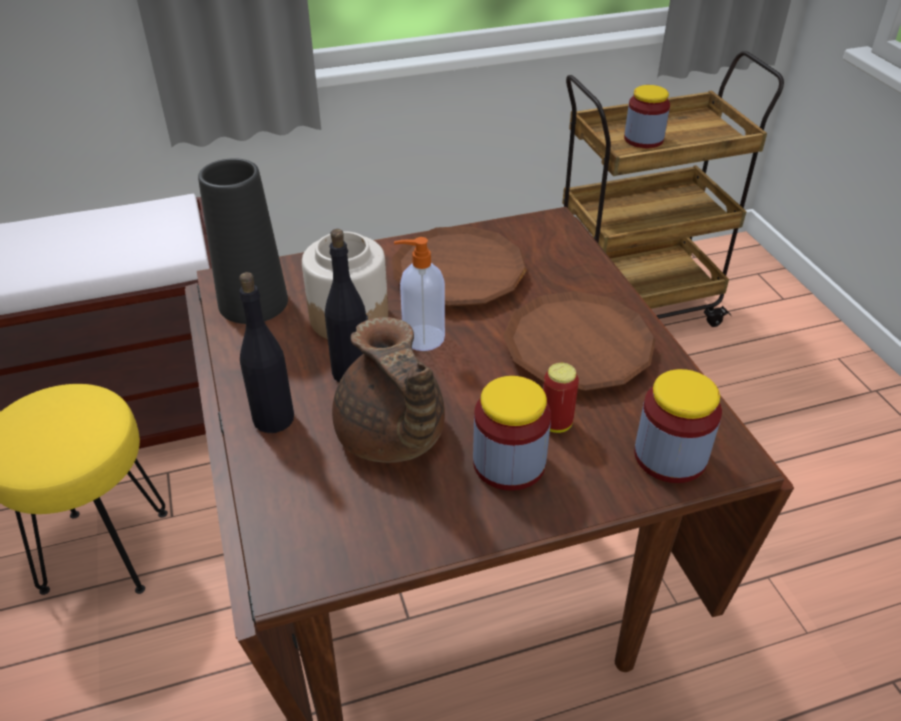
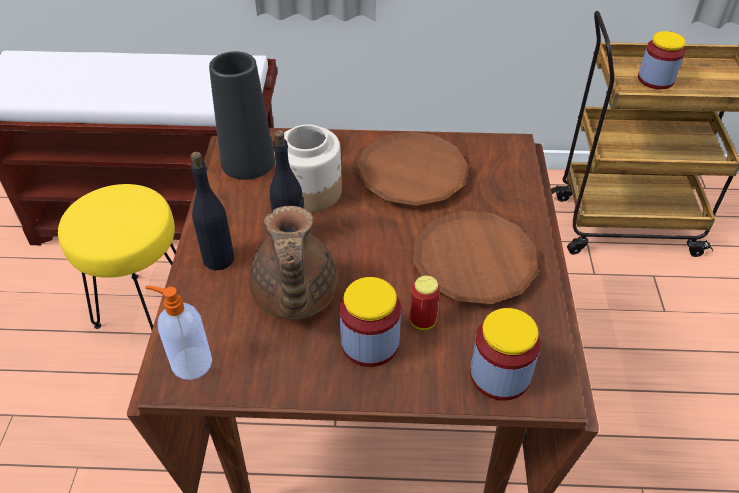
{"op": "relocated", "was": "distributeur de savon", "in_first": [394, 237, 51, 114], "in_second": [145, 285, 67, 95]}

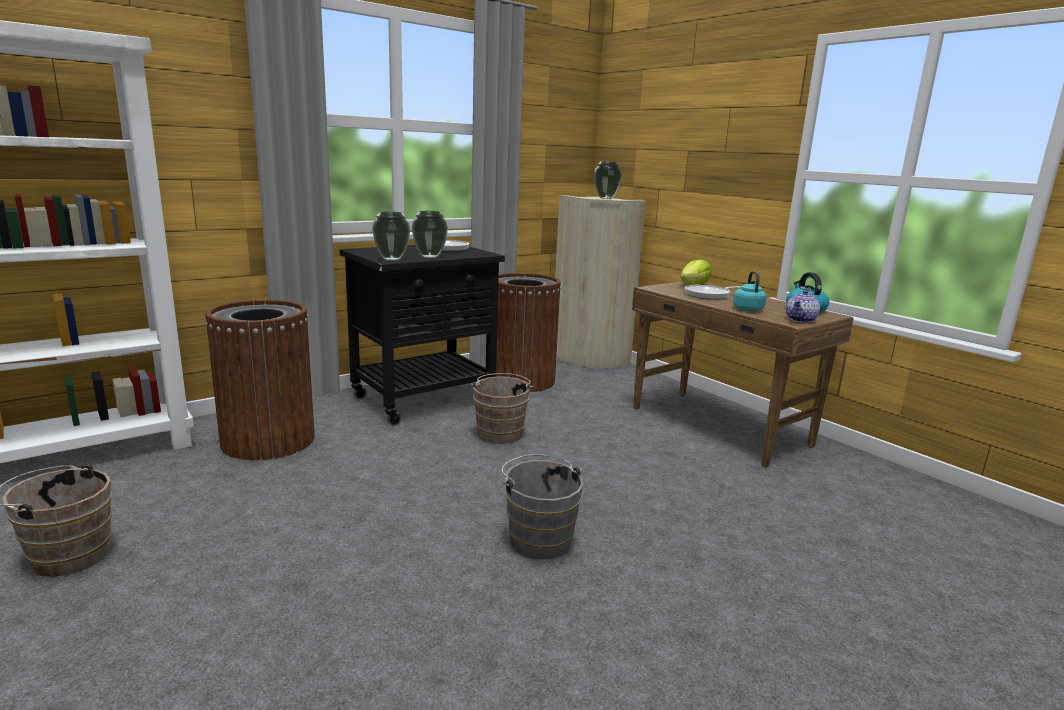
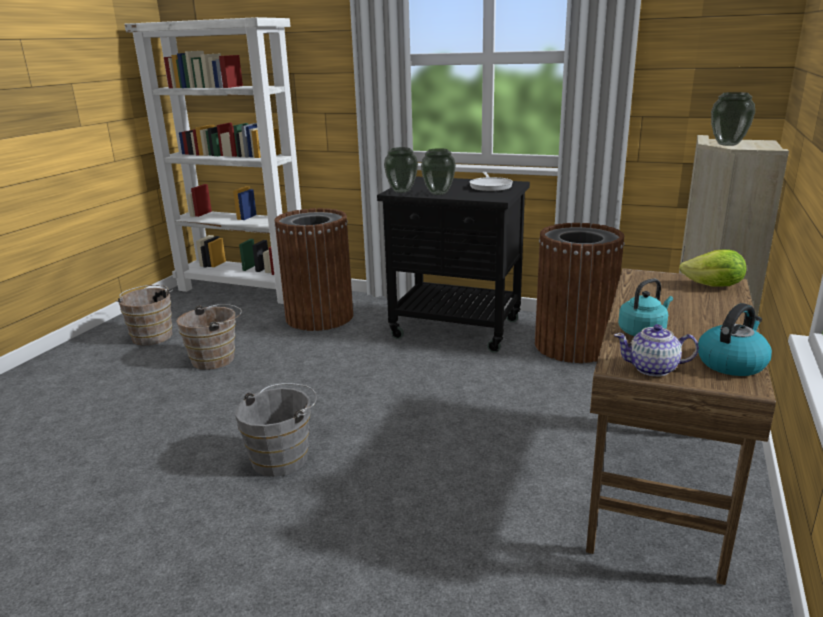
{"op": "missing", "was": "poêle", "in_first": [685, 285, 56, 15]}
{"op": "relocated", "was": "seau/marron", "in_first": [471, 373, 63, 71], "in_second": [176, 304, 66, 66]}

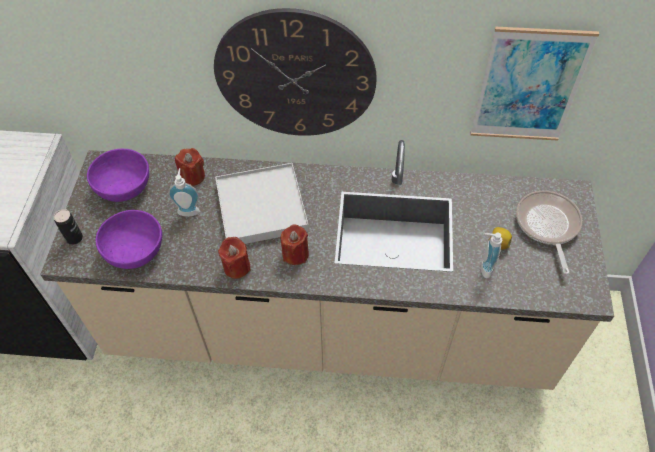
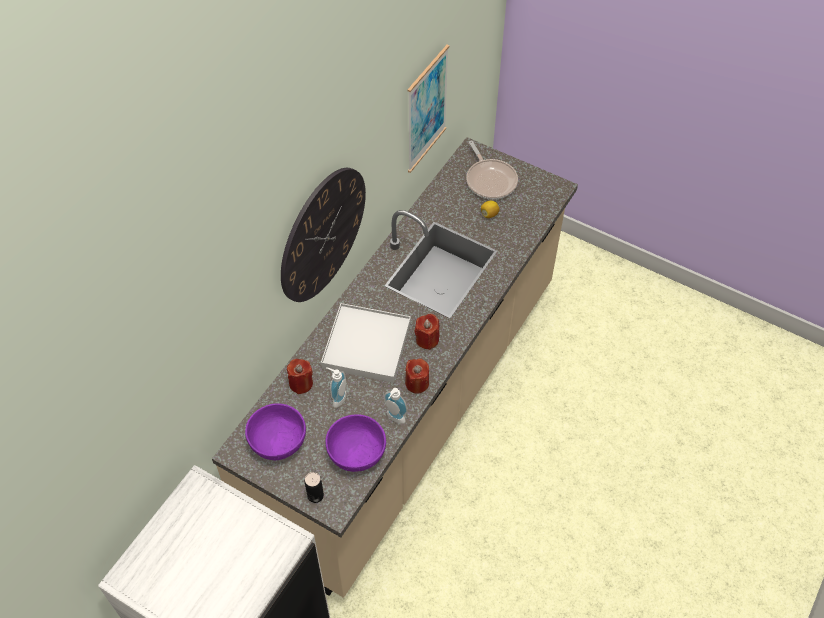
{"op": "spun", "was": "poêle", "in_first": [516, 191, 66, 83], "in_second": [466, 141, 52, 58], "clockwise": -135}
{"op": "relocated", "was": "distributeur de savon", "in_first": [481, 233, 21, 45], "in_second": [384, 388, 23, 36]}

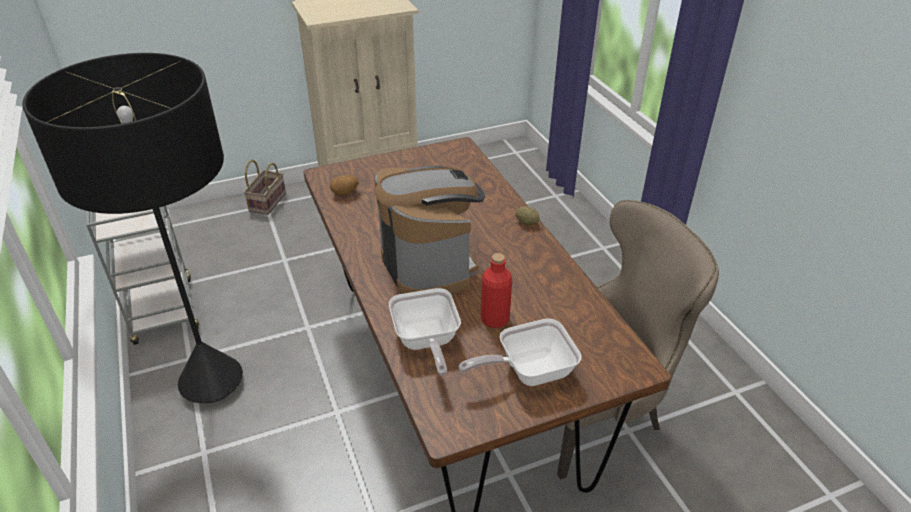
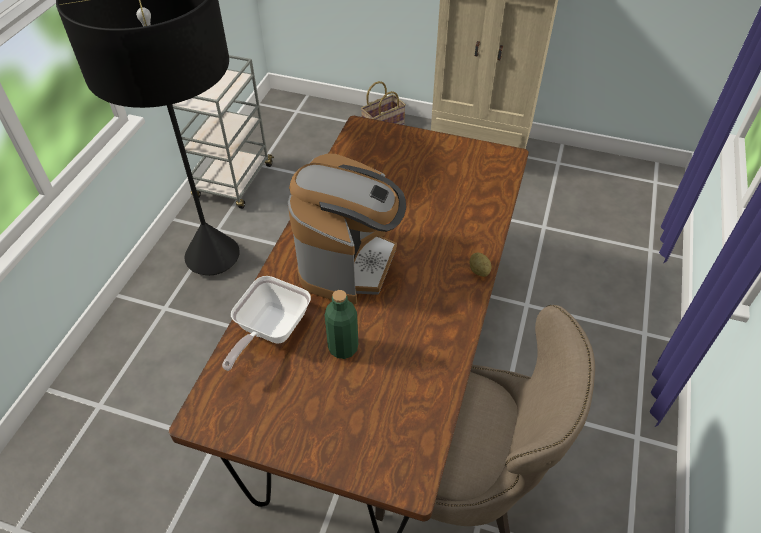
{"op": "missing", "was": "pomme de terre", "in_first": [330, 175, 29, 20]}
{"op": "colour", "was": "bouteille/rouge", "now": "bouteille/vert", "in_first": [481, 253, 31, 75], "in_second": [325, 290, 33, 69]}
{"op": "missing", "was": "poêle", "in_first": [459, 318, 123, 68]}

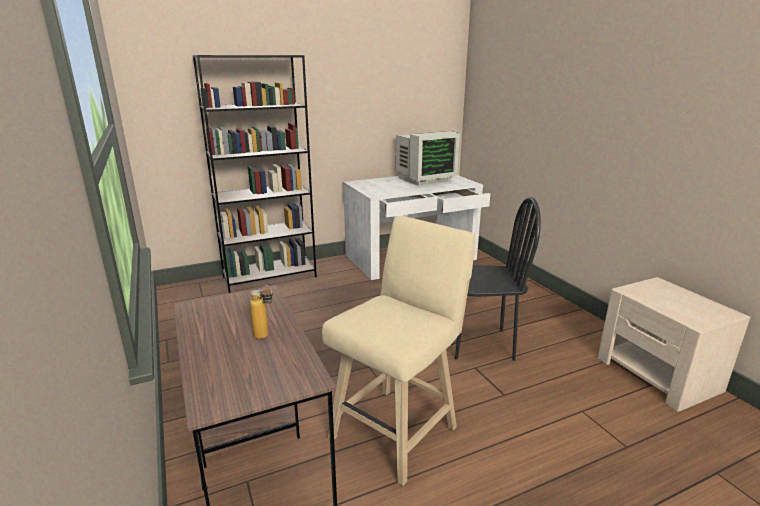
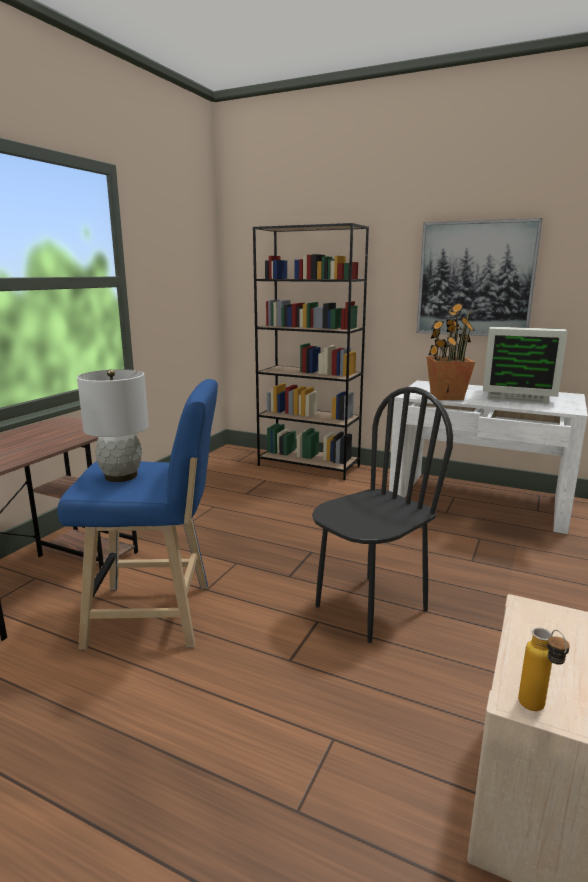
{"op": "spun", "was": "chaise/noir", "in_first": [455, 197, 86, 164], "in_second": [312, 387, 141, 256], "clockwise": -90}
{"op": "colour", "was": "tabouret/beige", "now": "tabouret/bleu", "in_first": [322, 216, 153, 270], "in_second": [57, 379, 161, 271]}
{"op": "relocated", "was": "bouteille", "in_first": [250, 285, 23, 54], "in_second": [518, 628, 52, 83]}
{"op": "appeared", "now": "tableau", "in_second": [416, 218, 127, 118]}
{"op": "appeared", "now": "plante en pot", "in_second": [426, 303, 50, 97]}
{"op": "appeared", "now": "lampe de table/blanc", "in_second": [77, 369, 72, 113]}

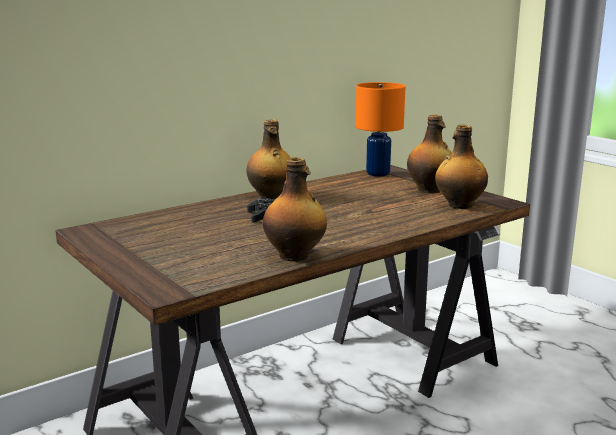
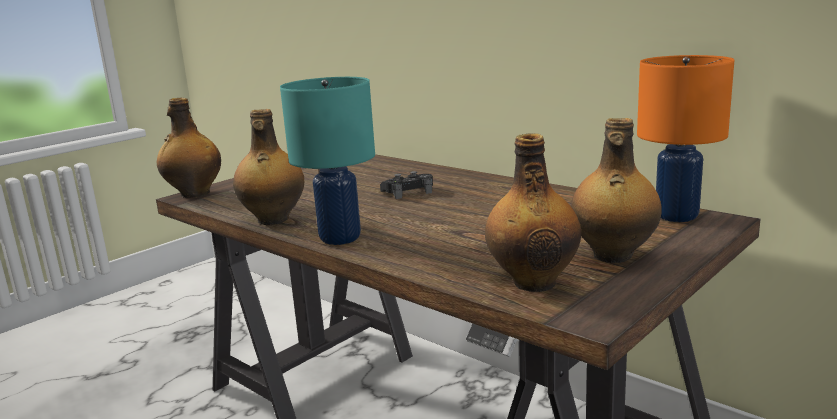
{"op": "relocated", "was": "bouteille", "in_first": [246, 120, 45, 79], "in_second": [157, 98, 64, 100]}
{"op": "appeared", "now": "lampe de table/turquoise", "in_second": [280, 77, 95, 168]}

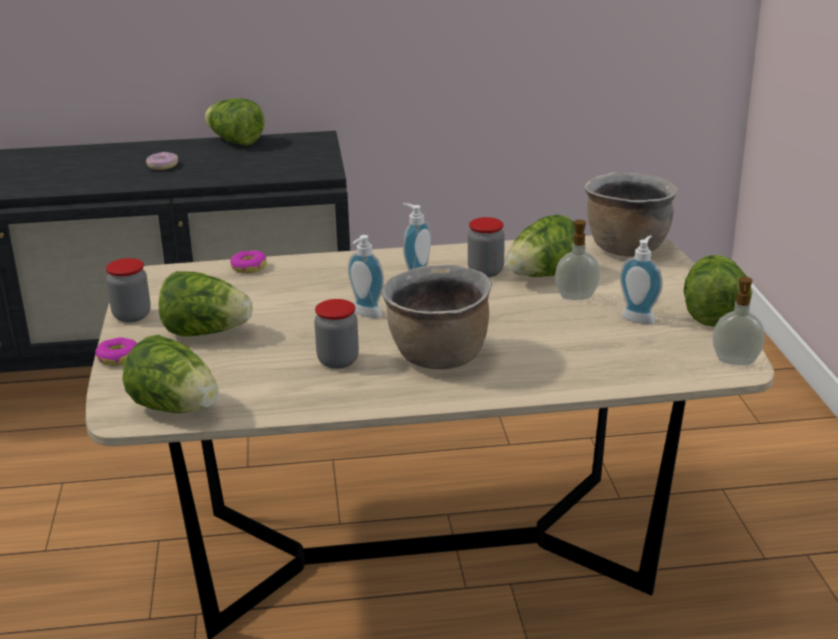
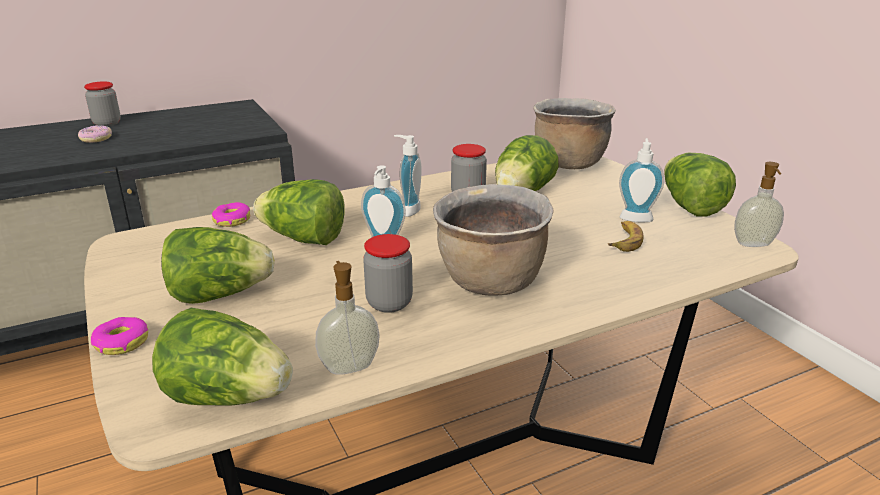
{"op": "relocated", "was": "laitue", "in_first": [204, 98, 60, 48], "in_second": [253, 179, 92, 66]}
{"op": "relocated", "was": "distributeur de savon", "in_first": [555, 219, 45, 81], "in_second": [315, 261, 65, 114]}
{"op": "relocated", "was": "bocal", "in_first": [106, 258, 45, 64], "in_second": [84, 81, 37, 45]}
{"op": "appeared", "now": "banane", "in_second": [608, 221, 35, 31]}

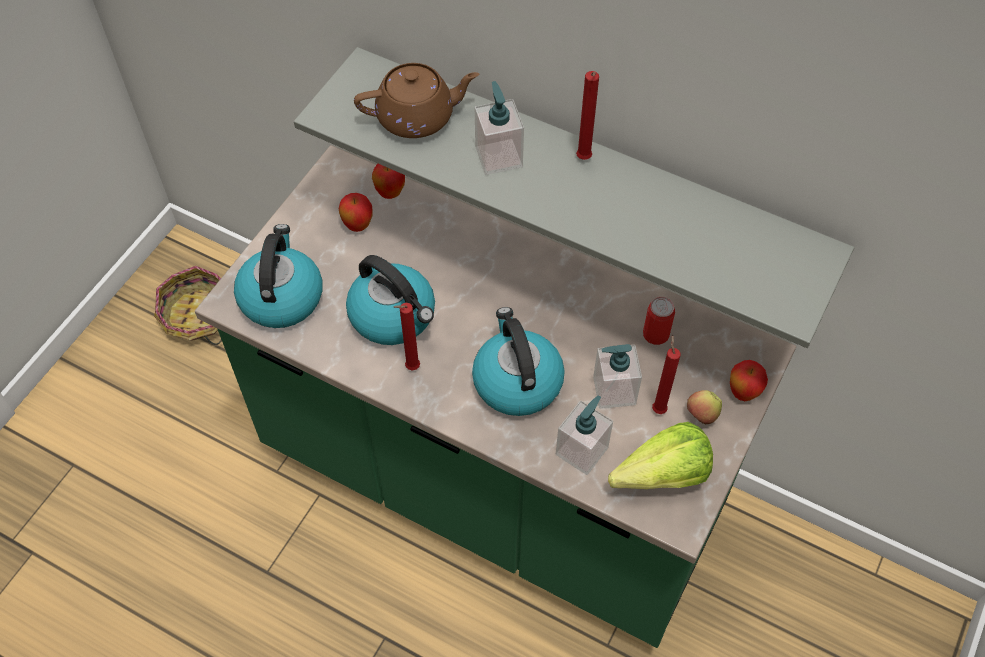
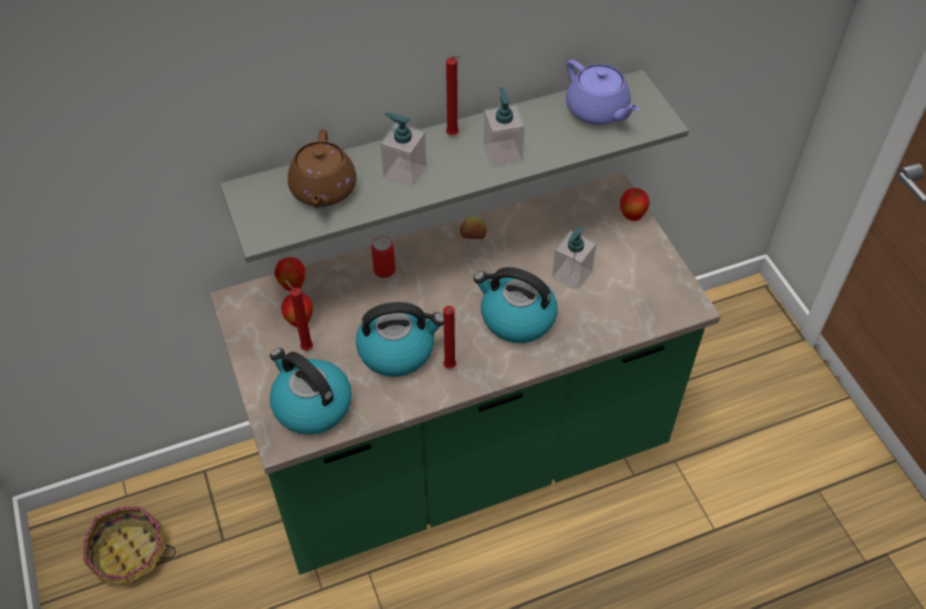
{"op": "spun", "was": "théière/marron", "in_first": [354, 63, 125, 75], "in_second": [288, 129, 68, 80], "clockwise": 150}
{"op": "relocated", "was": "boîte métallique", "in_first": [643, 297, 32, 48], "in_second": [371, 236, 24, 42]}
{"op": "relocated", "was": "bougie/rouge", "in_first": [652, 334, 29, 80], "in_second": [285, 280, 28, 71]}
{"op": "relocated", "was": "pomme", "in_first": [687, 390, 35, 34], "in_second": [460, 217, 26, 22]}
{"op": "relocated", "was": "distributeur de savon", "in_first": [556, 395, 57, 80], "in_second": [483, 87, 42, 80]}
{"op": "missing", "was": "laitue", "in_first": [608, 422, 105, 67]}
{"op": "appeared", "now": "théière/violet", "in_second": [566, 59, 73, 66]}

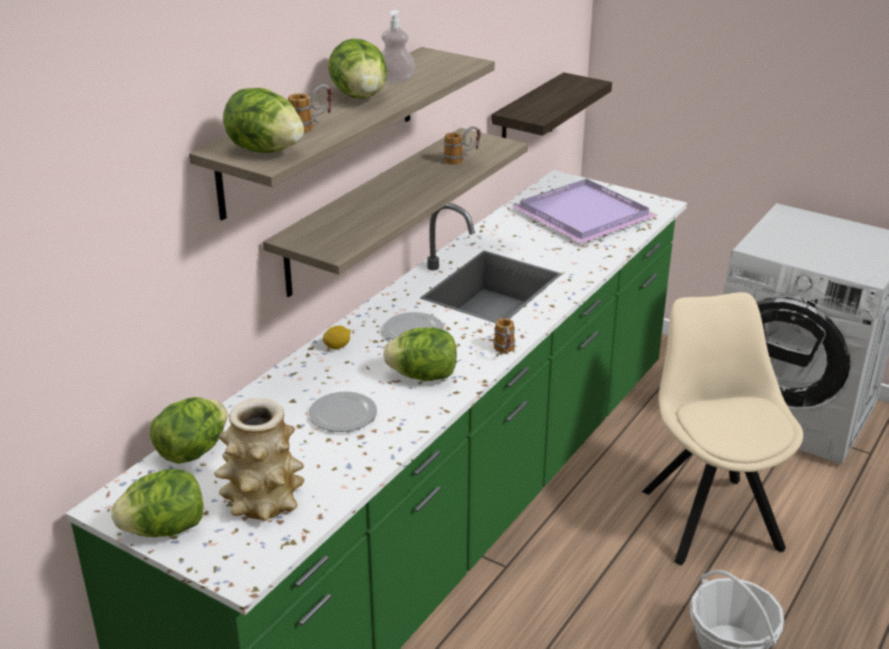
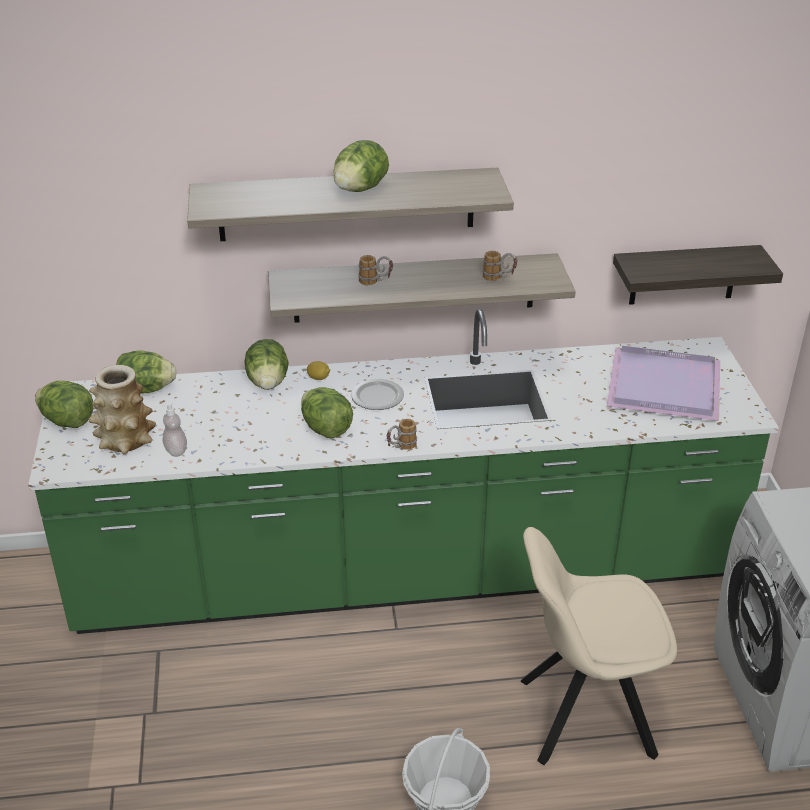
{"op": "relocated", "was": "distributeur de savon", "in_first": [382, 10, 33, 72], "in_second": [162, 401, 25, 56]}
{"op": "relocated", "was": "mug", "in_first": [288, 84, 45, 49], "in_second": [358, 255, 35, 30]}
{"op": "relocated", "was": "laitue", "in_first": [223, 88, 81, 65], "in_second": [244, 339, 45, 51]}
{"op": "spun", "was": "chaise/beige", "in_first": [642, 292, 161, 273], "in_second": [520, 527, 157, 238], "clockwise": -135}
{"op": "missing", "was": "assiette", "in_first": [309, 392, 68, 40]}

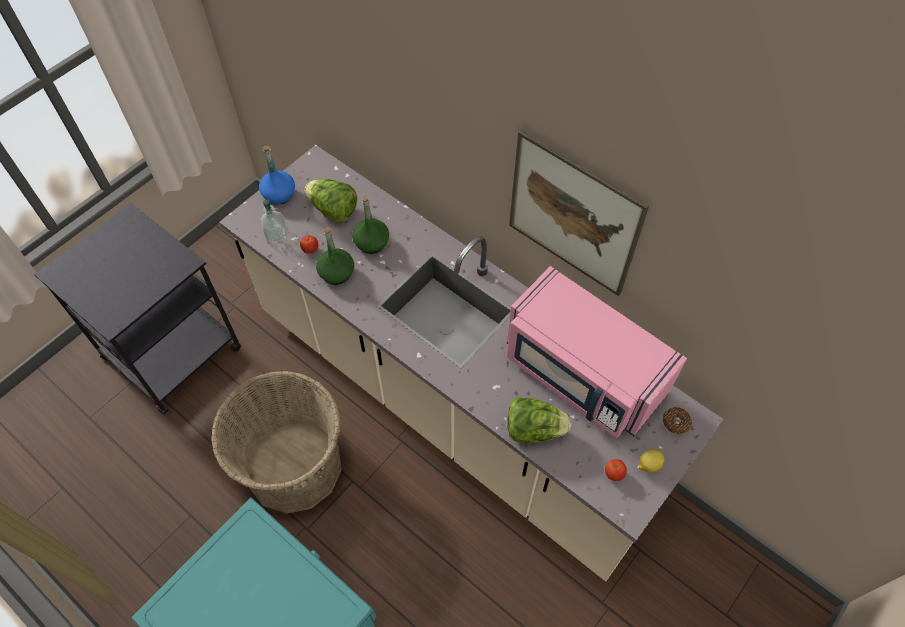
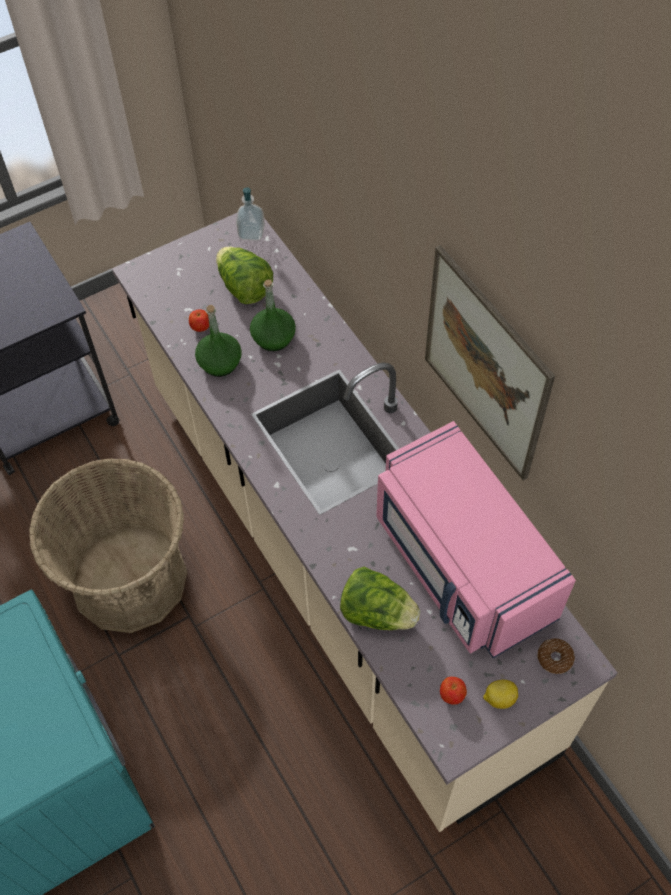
{"op": "missing", "was": "bouteille/bleu", "in_first": [259, 146, 36, 59]}
{"op": "relocated", "was": "distributeur de savon", "in_first": [261, 199, 26, 43], "in_second": [236, 187, 29, 54]}

